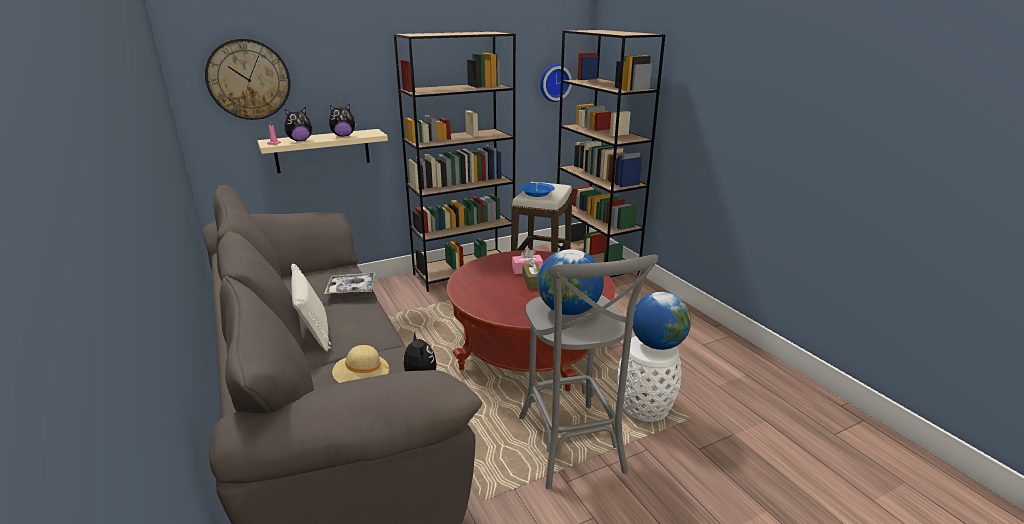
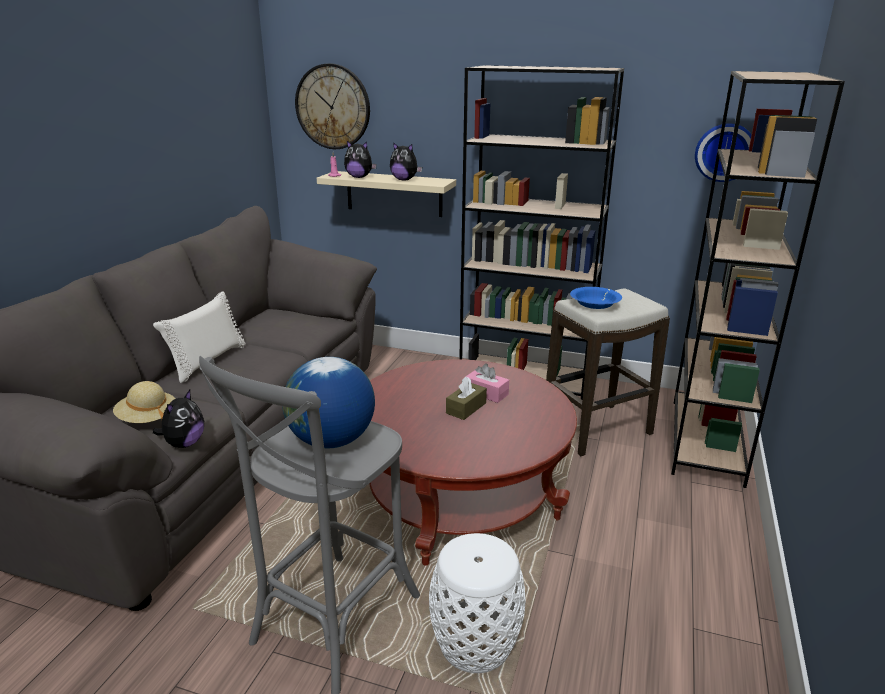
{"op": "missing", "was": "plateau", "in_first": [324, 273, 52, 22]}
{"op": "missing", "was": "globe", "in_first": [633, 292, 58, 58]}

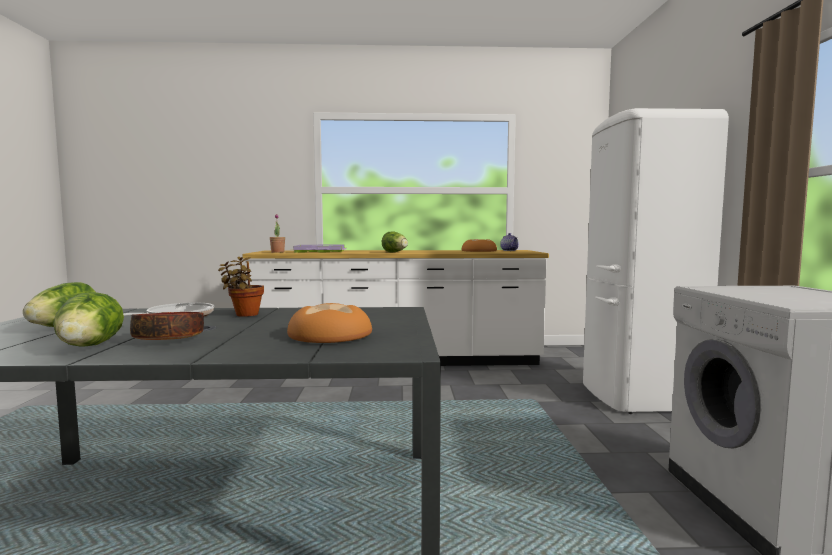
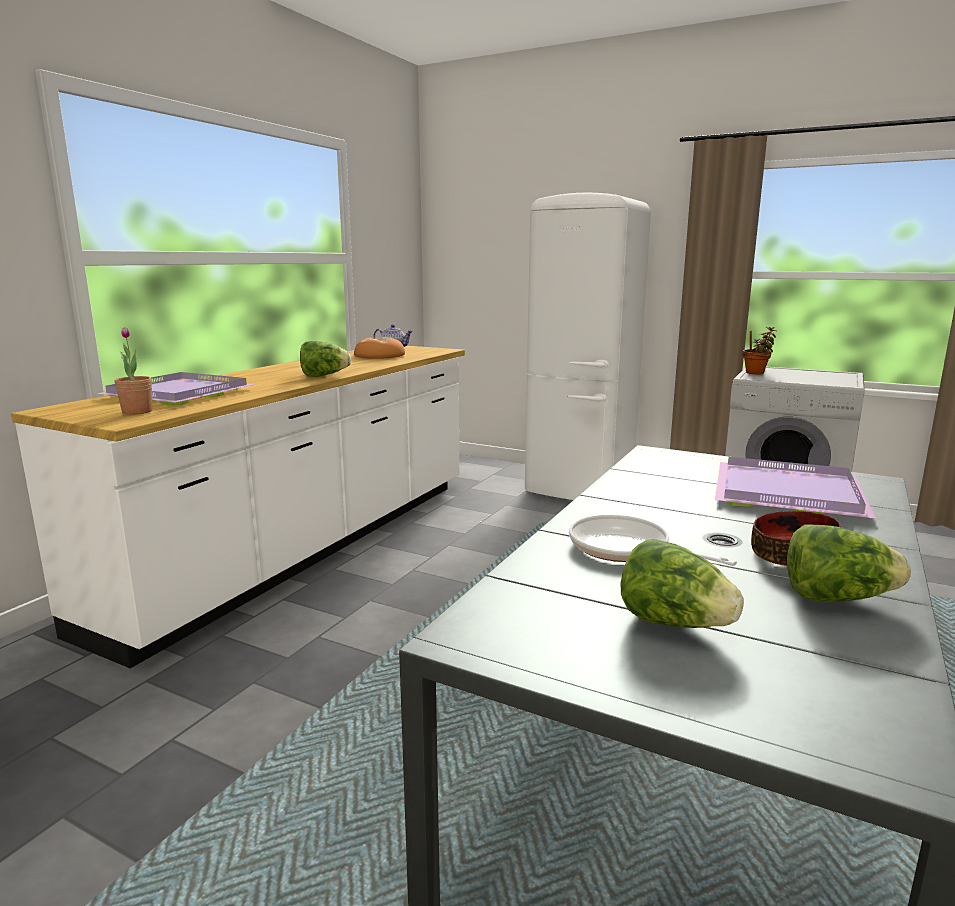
{"op": "relocated", "was": "plante en pot", "in_first": [218, 257, 46, 60], "in_second": [743, 327, 34, 47]}
{"op": "exchanged", "was": "pain", "now": "plateau/violet", "in_first": [287, 303, 85, 40], "in_second": [715, 457, 161, 62]}

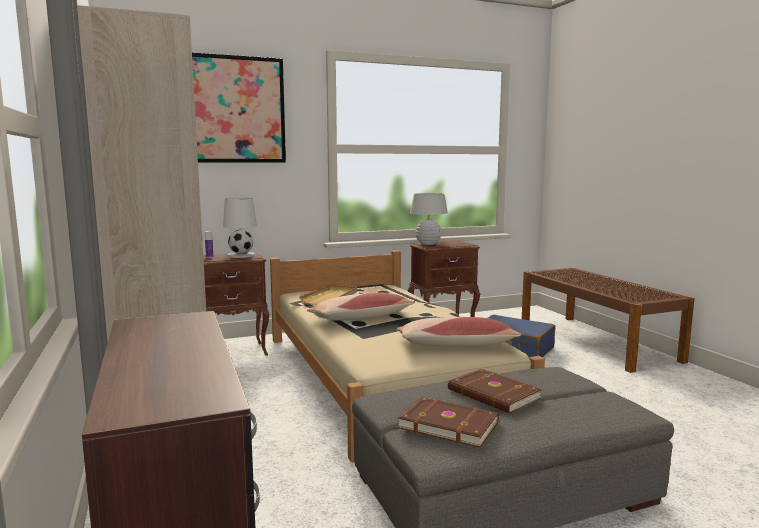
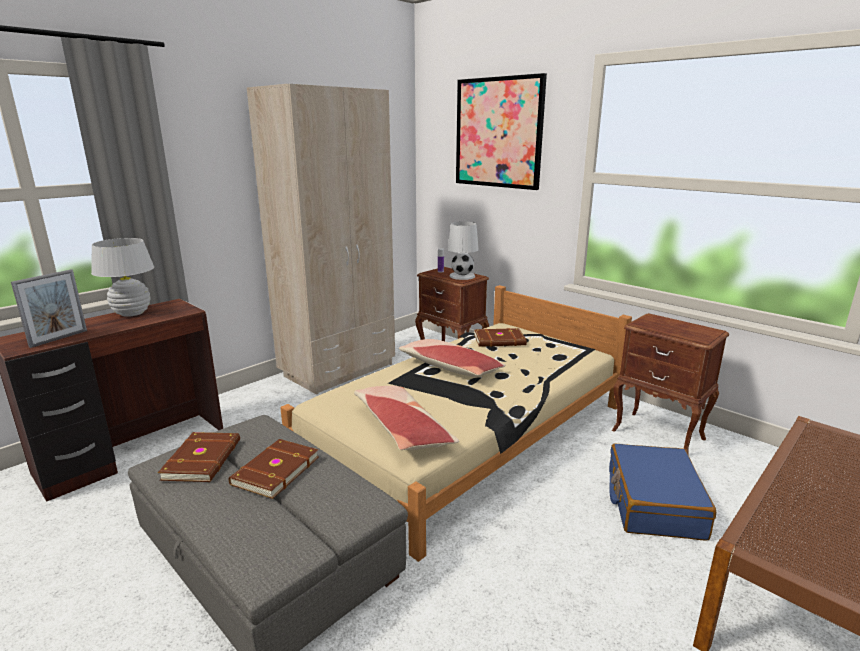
{"op": "relocated", "was": "lampe de table/blanc", "in_first": [410, 193, 38, 52], "in_second": [91, 238, 63, 79]}
{"op": "exchanged", "was": "plateau/beige", "now": "livre/marron", "in_first": [299, 285, 58, 20], "in_second": [474, 328, 53, 19]}
{"op": "appeared", "now": "cadre photo", "in_second": [11, 269, 76, 79]}

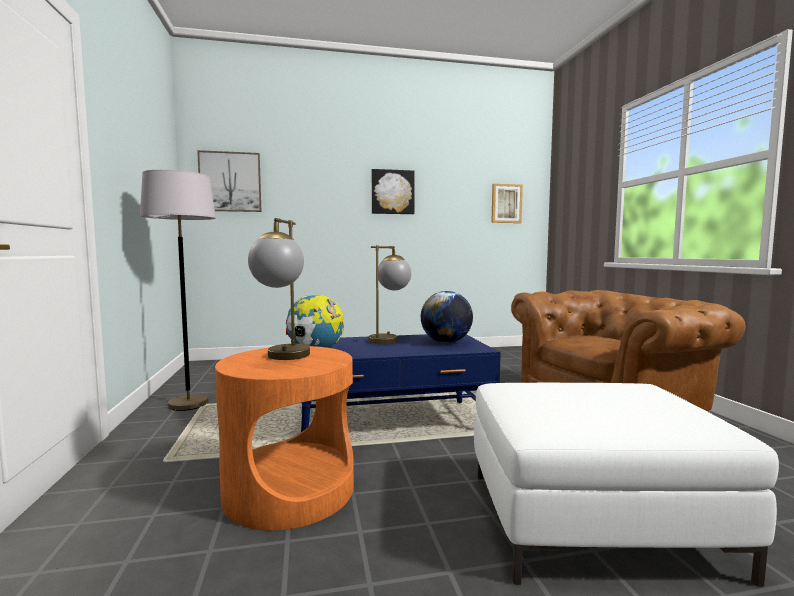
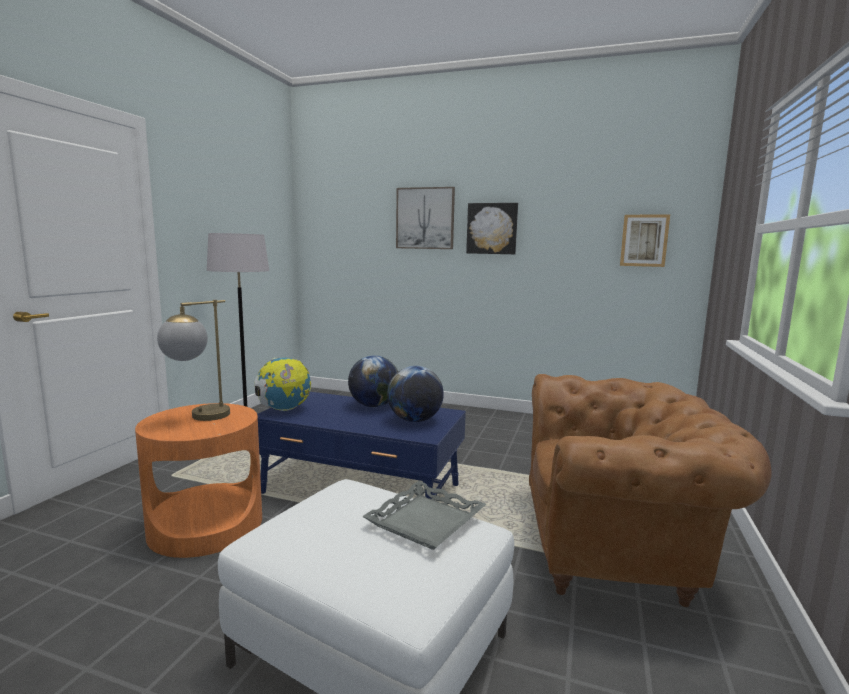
{"op": "relocated", "was": "tableau", "in_first": [197, 150, 64, 62], "in_second": [396, 187, 59, 62]}
{"op": "exchanged", "was": "lampe de table", "now": "globe", "in_first": [369, 245, 42, 99], "in_second": [348, 355, 50, 52]}
{"op": "appeared", "now": "plateau/gris", "in_second": [362, 481, 124, 69]}

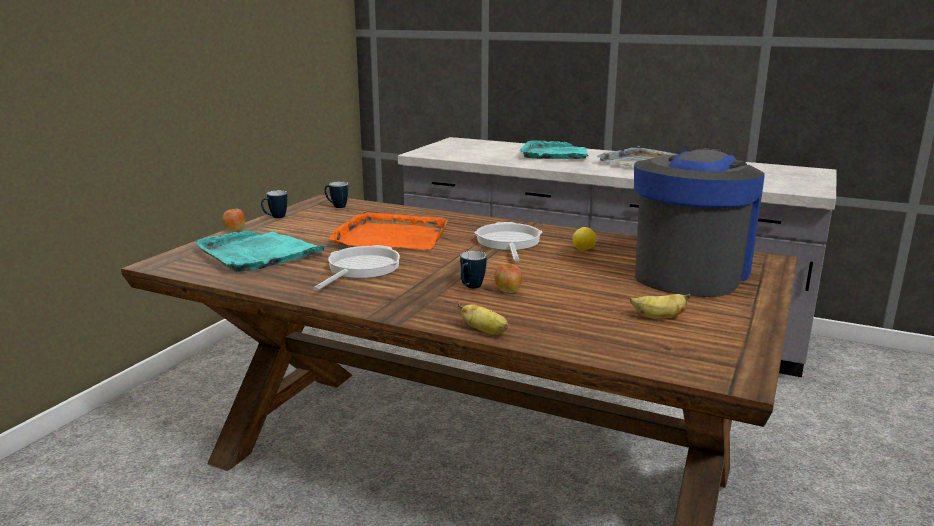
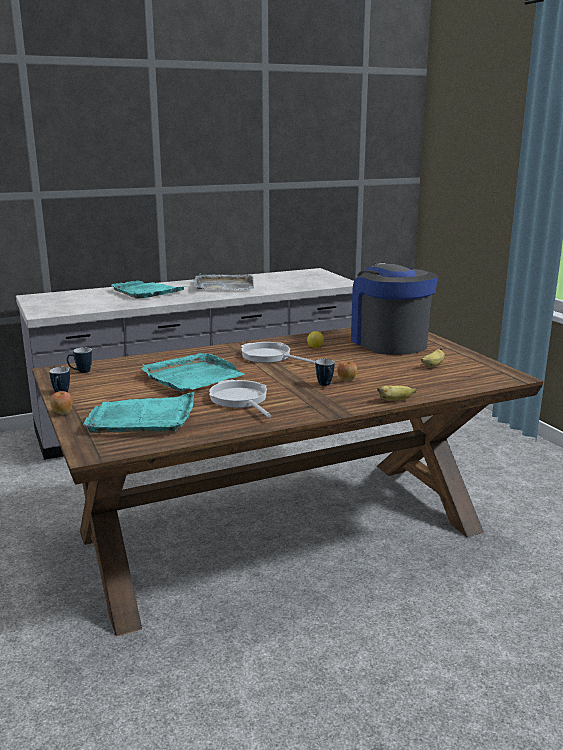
{"op": "colour", "was": "plateau/orange", "now": "plateau/turquoise", "in_first": [329, 211, 119, 39], "in_second": [141, 353, 103, 38]}

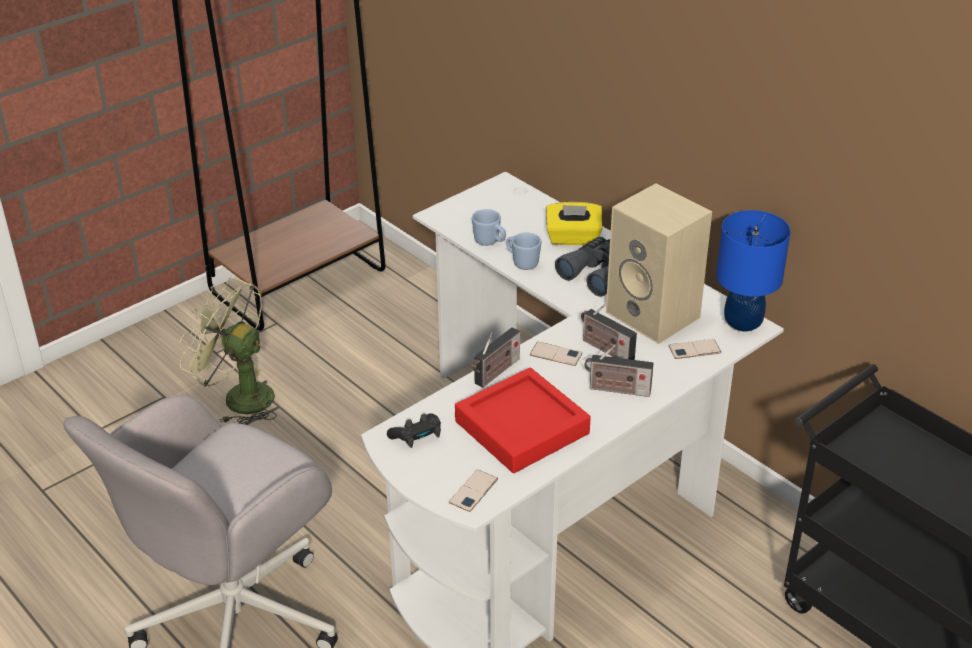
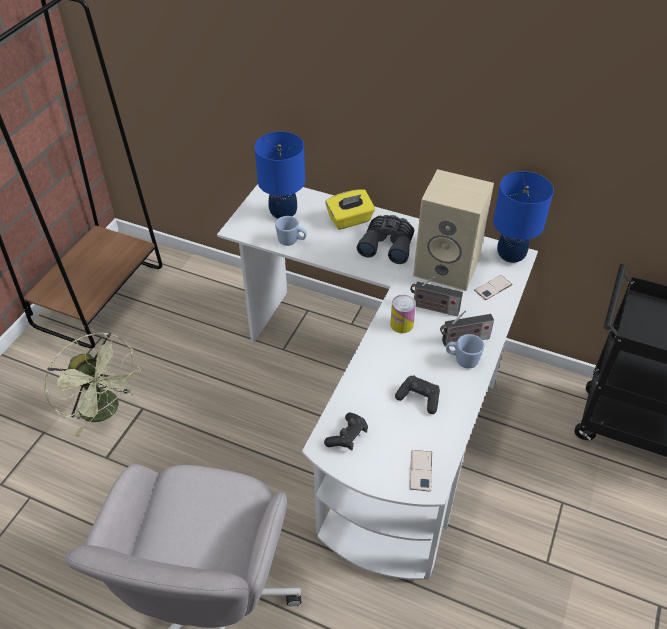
{"op": "relocated", "was": "mug/bleu", "in_first": [506, 232, 35, 38], "in_second": [446, 334, 38, 35]}
{"op": "spun", "was": "ventilateur/vert", "in_first": [180, 277, 97, 148], "in_second": [44, 332, 97, 104], "clockwise": -135}
{"op": "missing", "was": "radio", "in_first": [472, 327, 48, 61]}
{"op": "exchanged", "was": "téléphone", "now": "boîte métallique", "in_first": [530, 342, 52, 24], "in_second": [390, 295, 26, 38]}
{"op": "exchanged", "was": "plateau/rouge", "now": "manette/noir", "in_first": [455, 368, 136, 105], "in_second": [395, 376, 45, 38]}
{"op": "appeared", "now": "lampe de table/bleu", "in_second": [255, 132, 50, 86]}

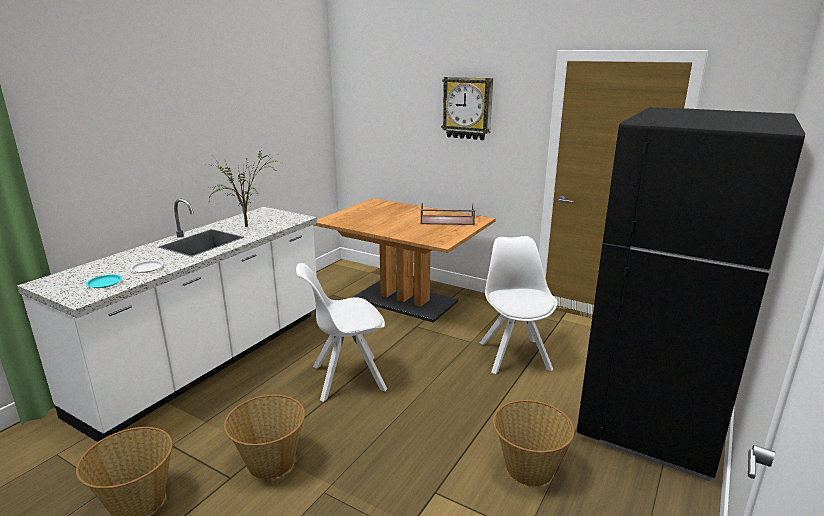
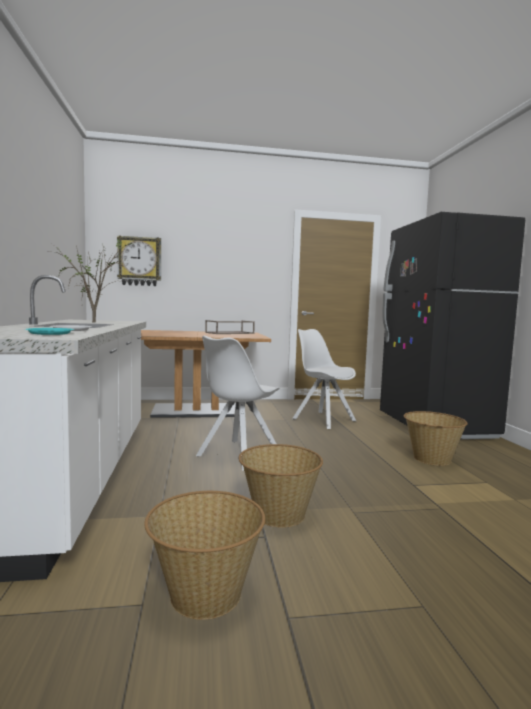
{"op": "relocated", "was": "horloge murale", "in_first": [441, 77, 52, 63], "in_second": [117, 235, 44, 51]}

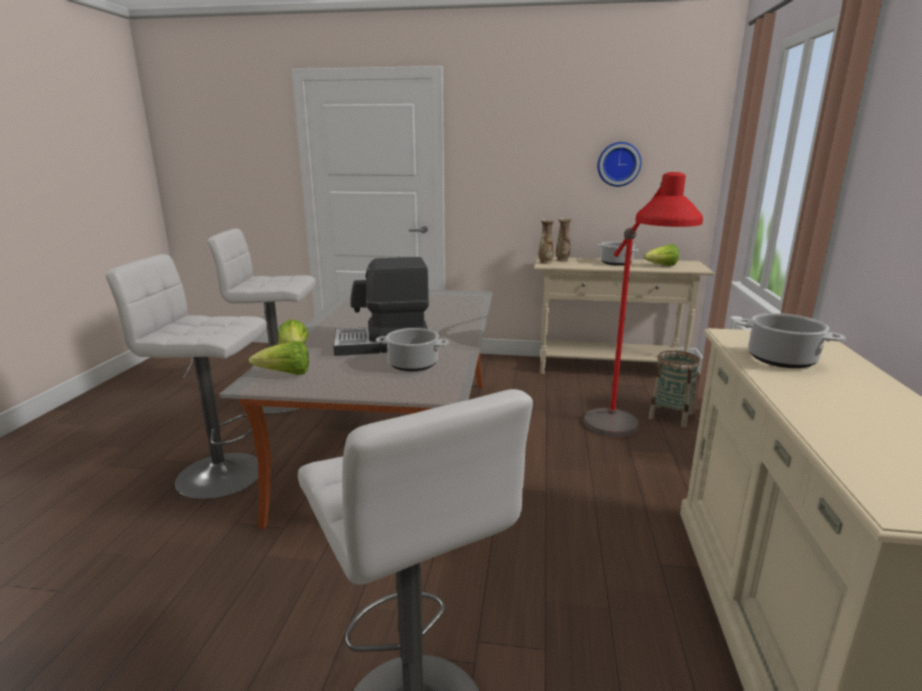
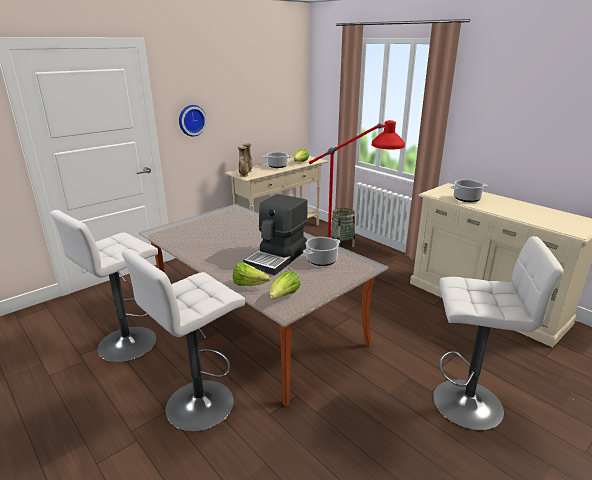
{"op": "relocated", "was": "horloge murale", "in_first": [597, 142, 44, 45], "in_second": [179, 105, 28, 32]}

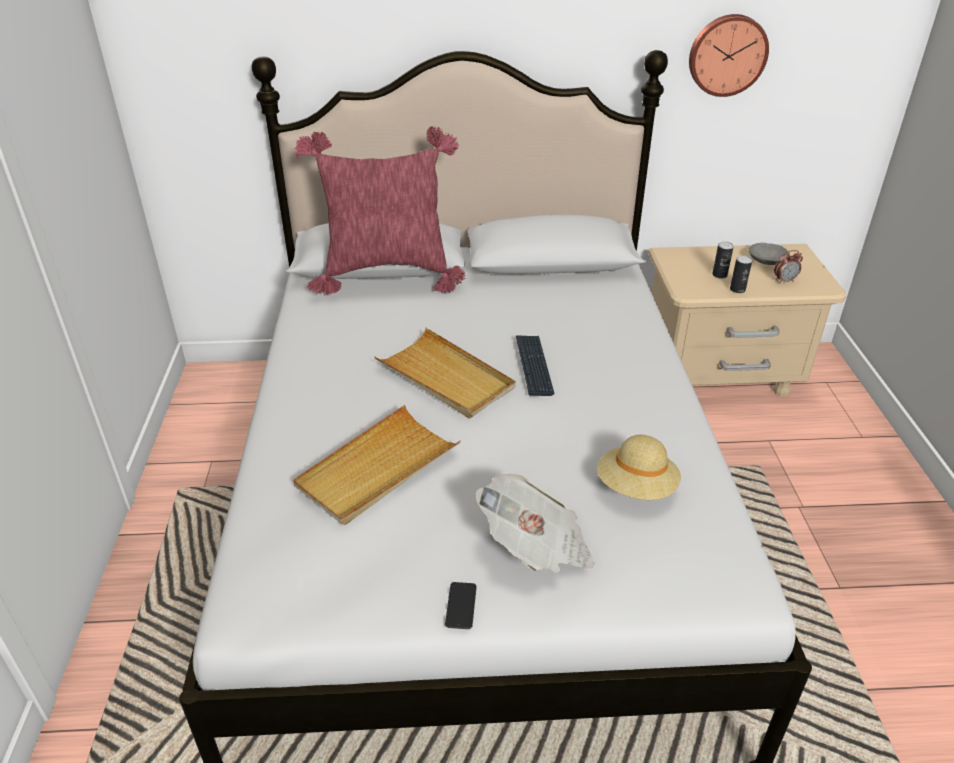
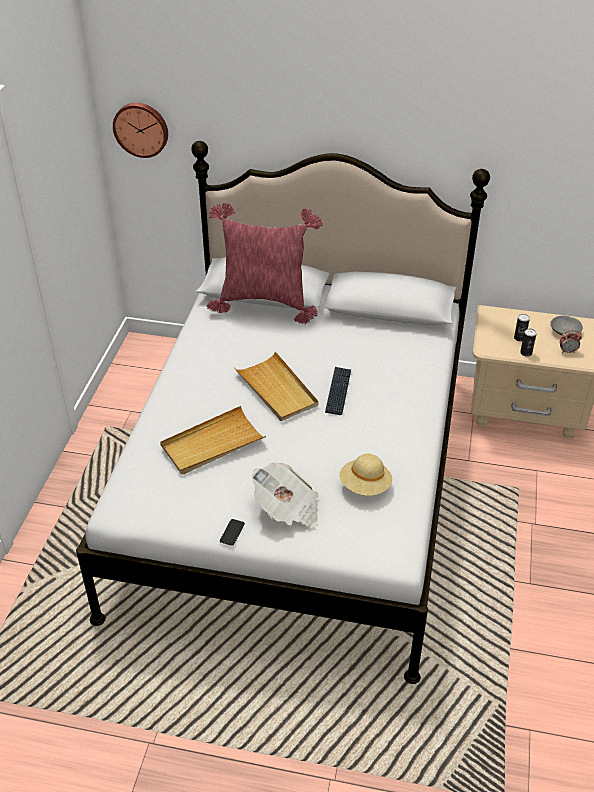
{"op": "relocated", "was": "horloge murale", "in_first": [689, 14, 80, 83], "in_second": [113, 103, 55, 55]}

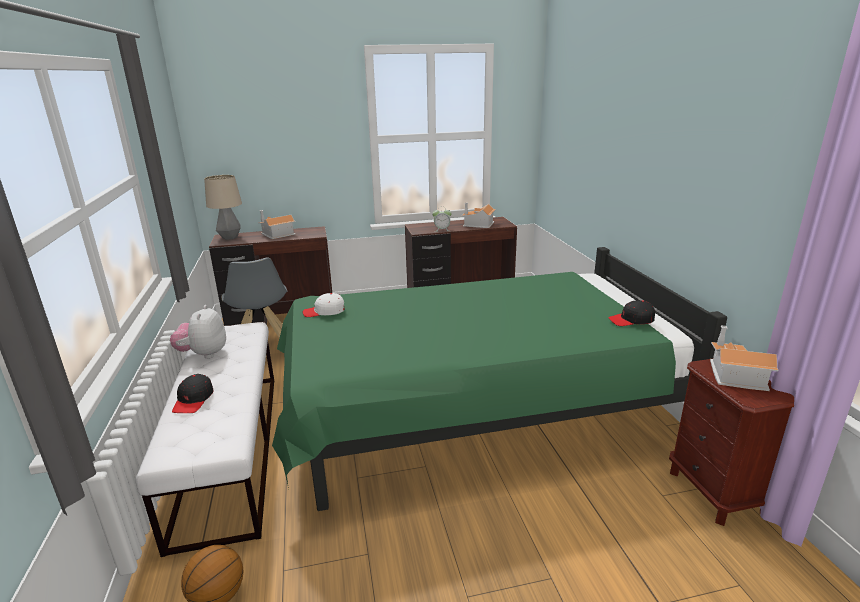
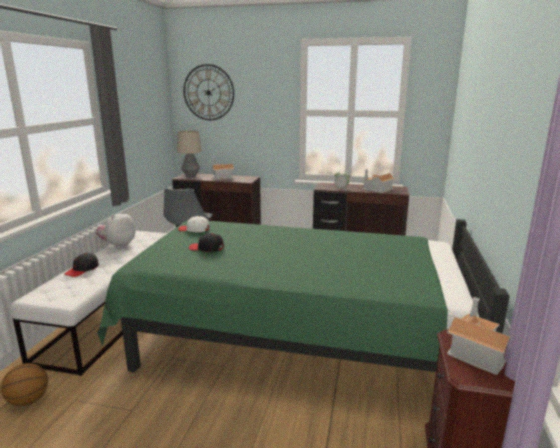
{"op": "relocated", "was": "casquette/noir", "in_first": [608, 300, 47, 26], "in_second": [189, 233, 35, 19]}
{"op": "appeared", "now": "horloge murale", "in_second": [184, 64, 50, 56]}

